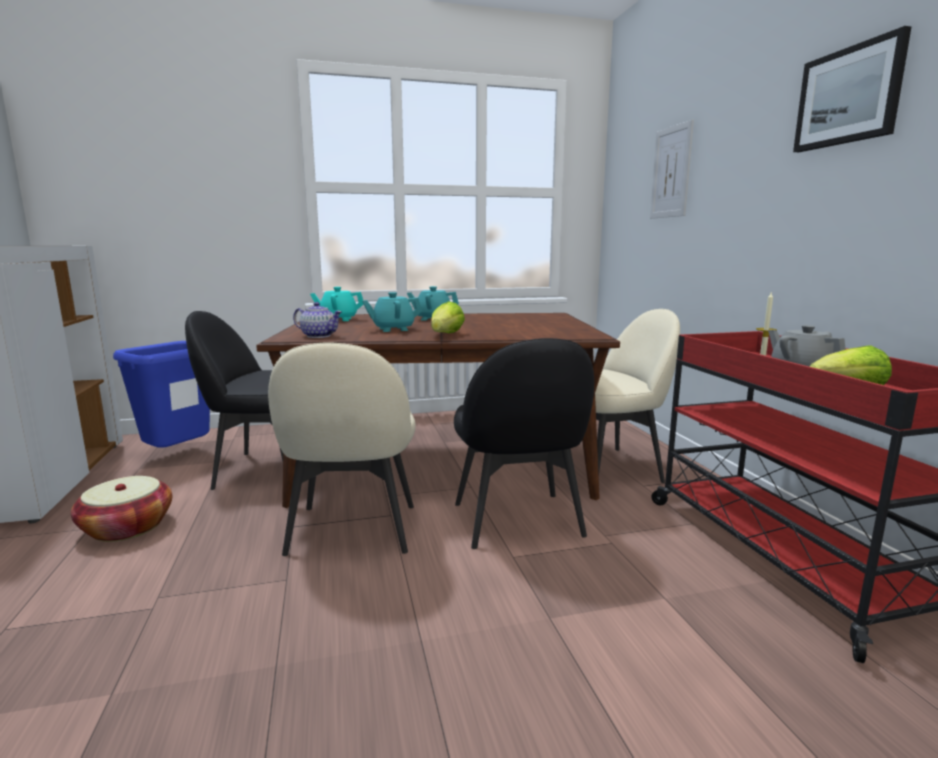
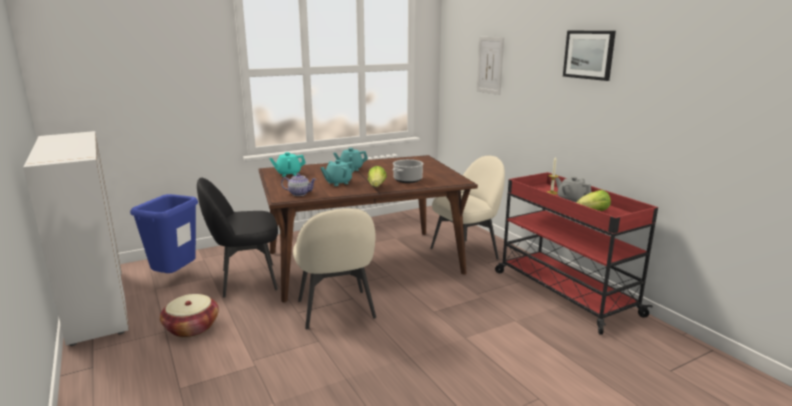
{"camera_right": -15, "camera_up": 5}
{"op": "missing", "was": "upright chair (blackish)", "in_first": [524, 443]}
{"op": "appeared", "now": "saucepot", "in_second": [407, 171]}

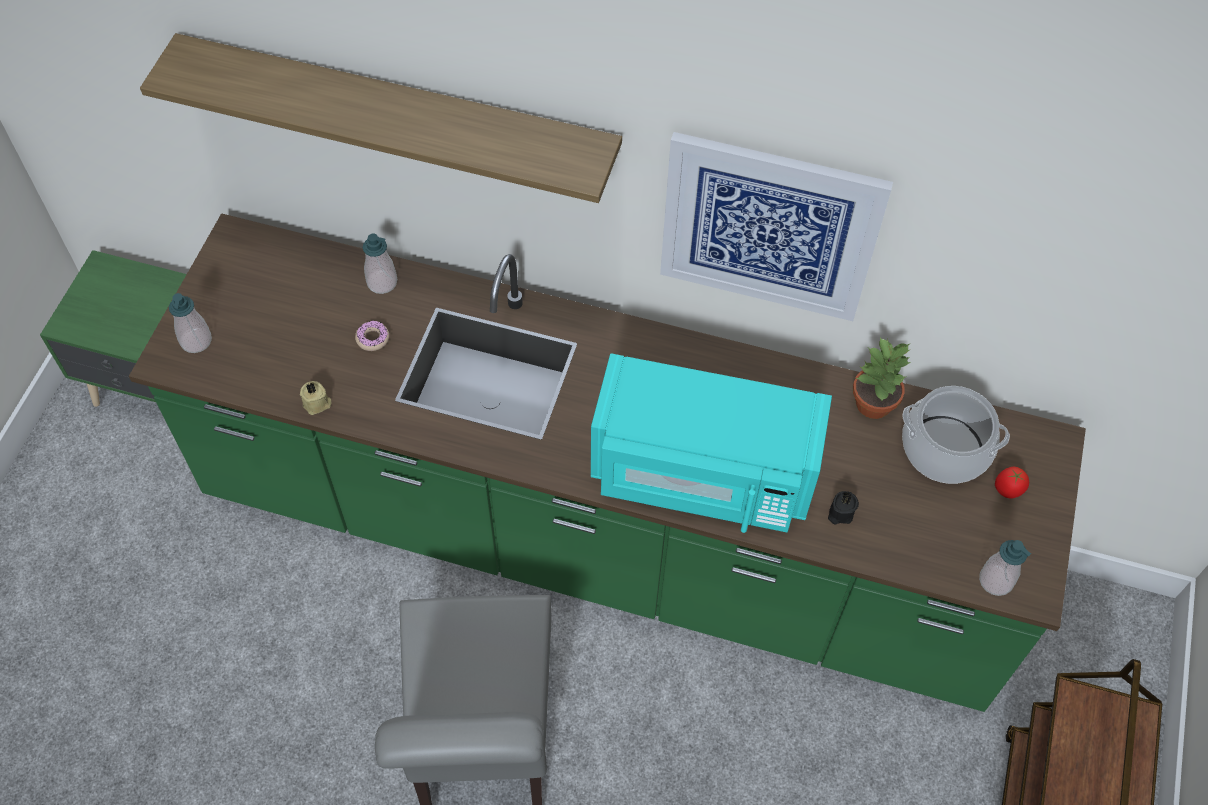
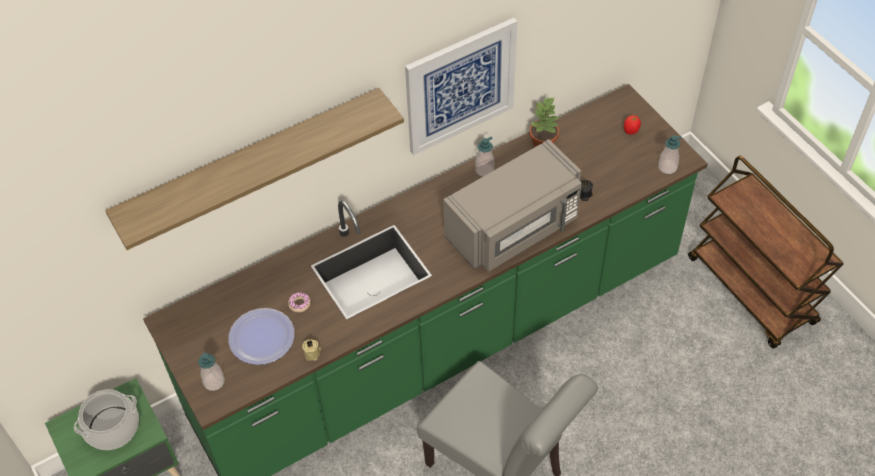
{"camera_right": -45, "camera_up": -5}
{"op": "appeared", "now": "plate", "in_second": [261, 336]}
{"op": "relocated", "was": "liquid soap bottle", "in_first": [380, 264], "in_second": [485, 157]}
{"op": "relocated", "was": "saucepot", "in_first": [956, 435], "in_second": [106, 419]}
{"op": "colour", "was": "microwave oven (turquoise-coloured)", "now": "microwave oven (grey)", "in_first": [711, 443], "in_second": [512, 205]}

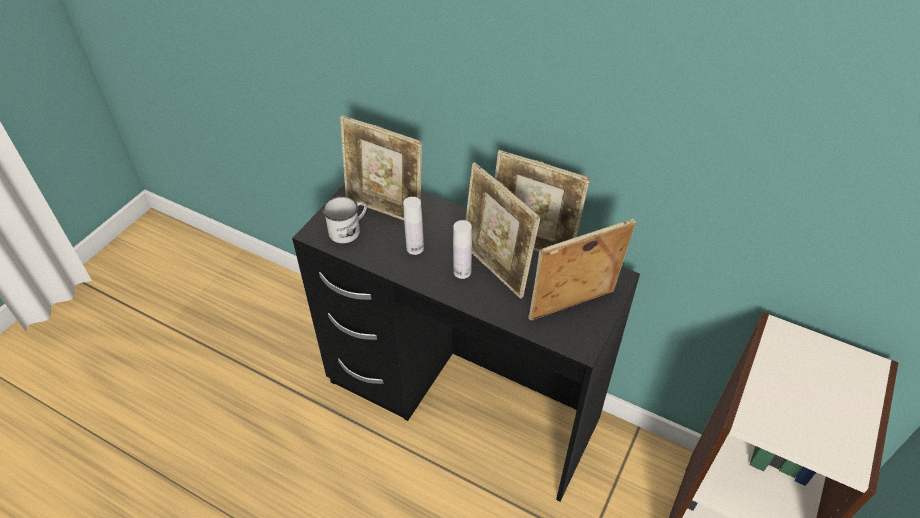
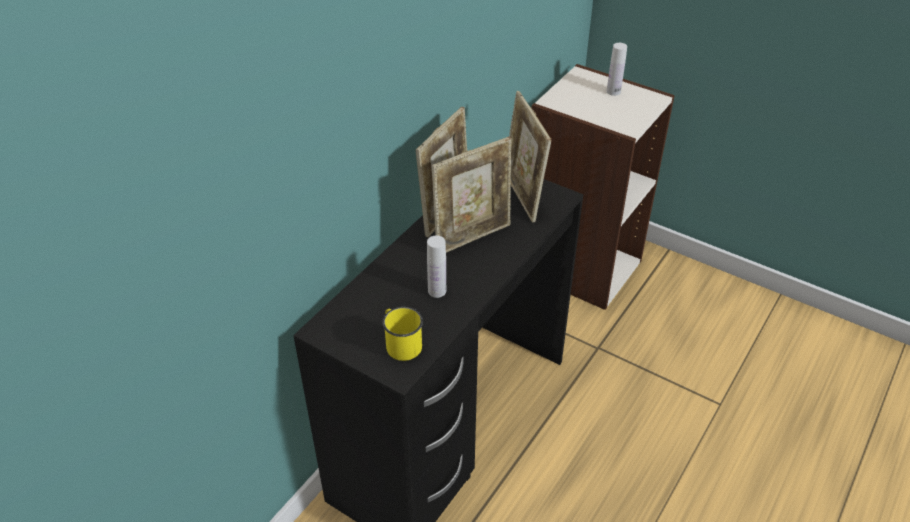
{"camera_right": -85, "camera_up": -5}
{"op": "missing", "was": "photo frame", "in_first": [381, 168]}
{"op": "relocated", "was": "beverage bottle (whitish)", "in_first": [462, 249], "in_second": [617, 69]}
{"op": "colour", "was": "mug (whitish)", "now": "mug (yellow)", "in_first": [345, 219], "in_second": [403, 334]}

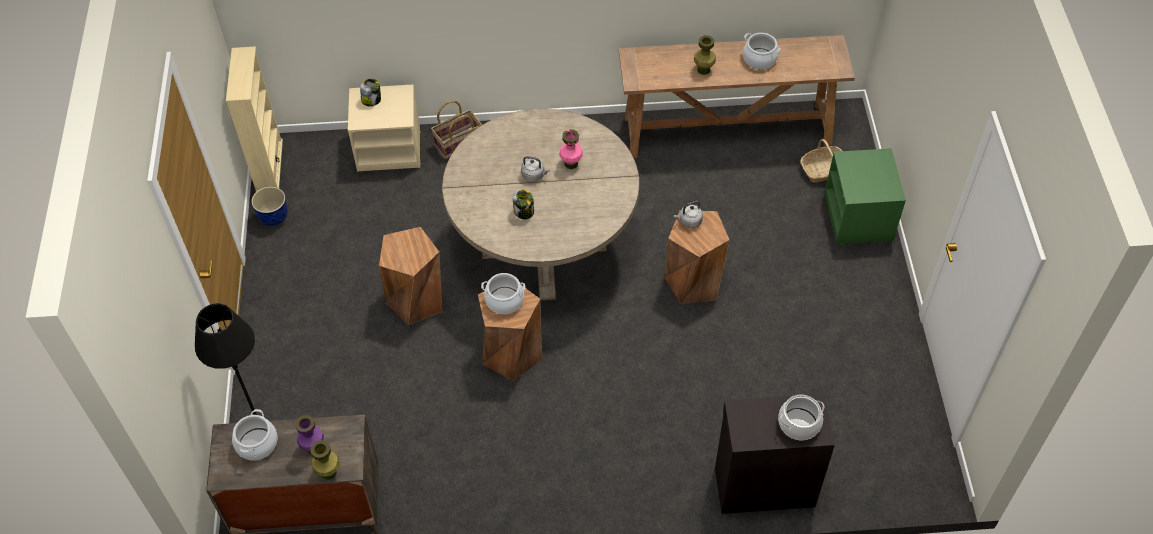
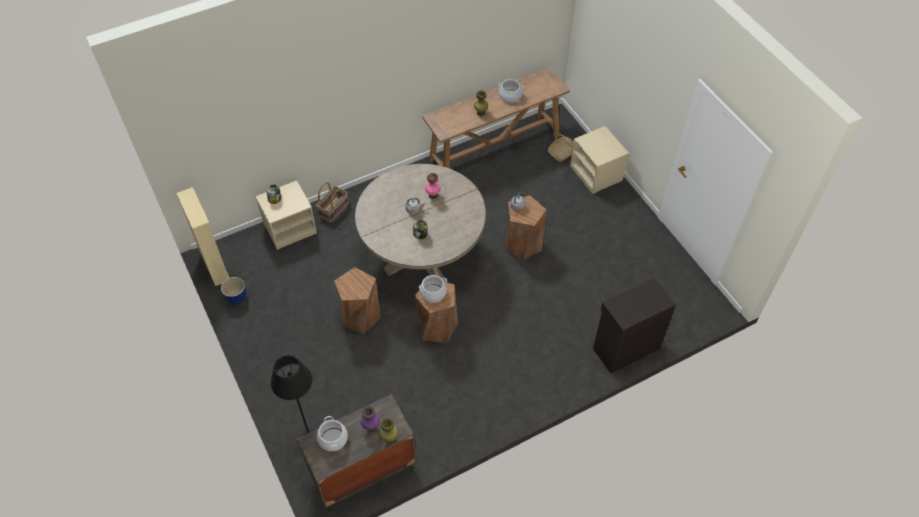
{"camera_right": -25, "camera_up": 0}
{"op": "missing", "was": "saucepot", "in_first": [801, 417]}
{"op": "colour", "was": "night table (greenish)", "now": "night table (sand-coloured)", "in_first": [865, 196], "in_second": [599, 160]}

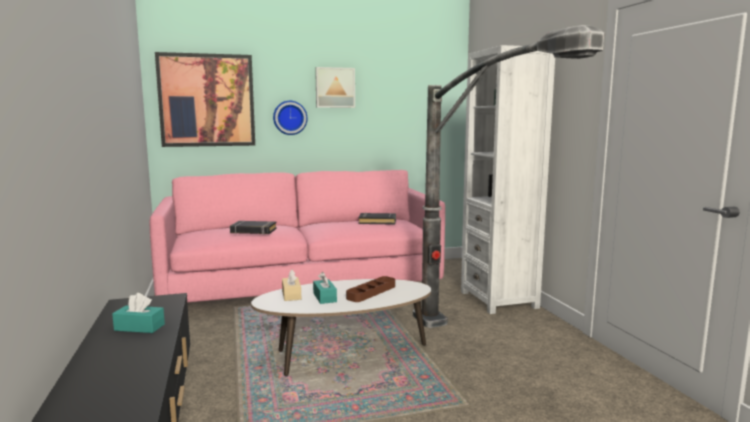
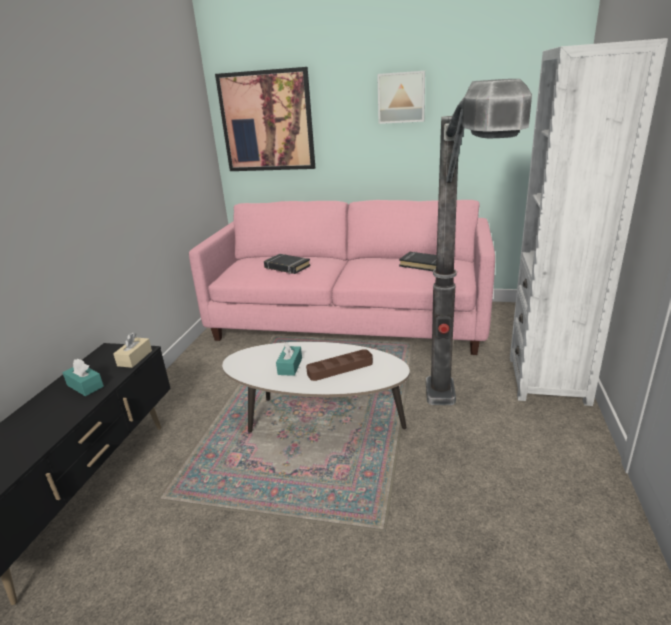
{"camera_right": 30, "camera_up": 15}
{"op": "missing", "was": "clock on the wall", "in_first": [290, 118]}
{"op": "relocated", "was": "tissue box (sand-coloured)", "in_first": [291, 285], "in_second": [132, 350]}

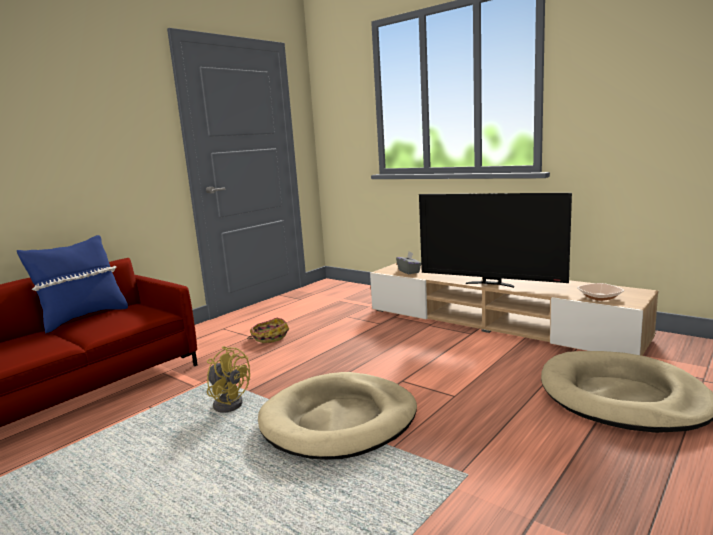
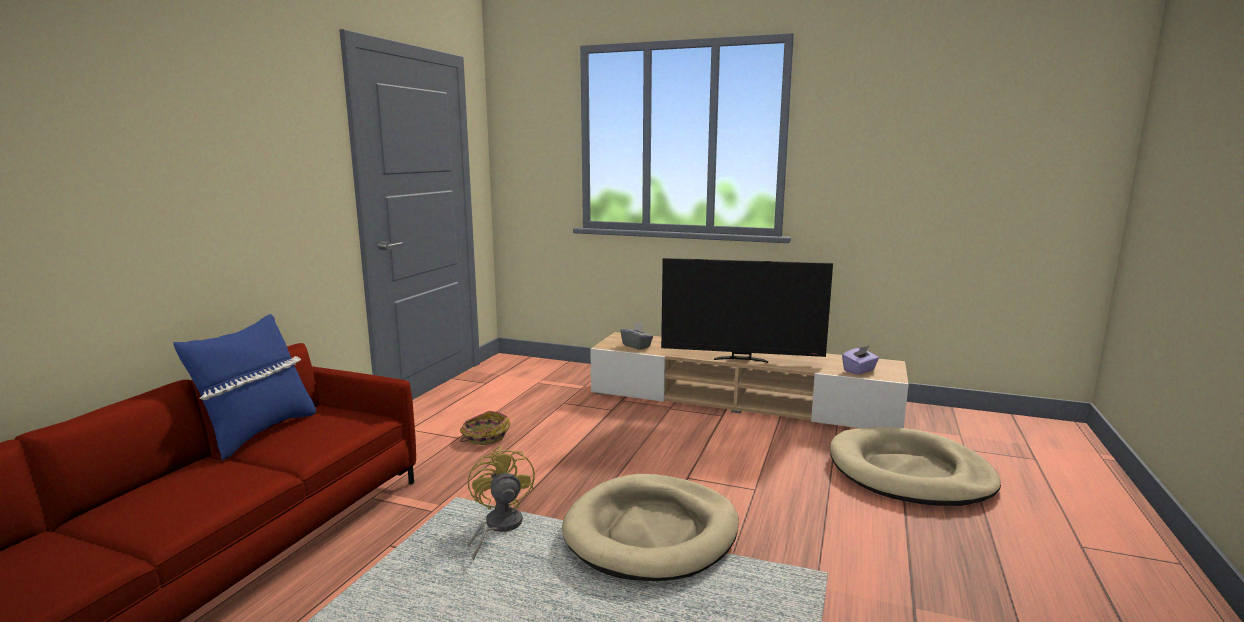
{"camera_right": -20, "camera_up": 0}
{"op": "exchanged", "was": "serving bowl", "now": "tissue box (purple)", "in_first": [601, 292], "in_second": [860, 360]}
{"op": "spun", "was": "electric fan (yellow)", "in_first": [228, 379], "in_second": [501, 503], "clockwise": -120}

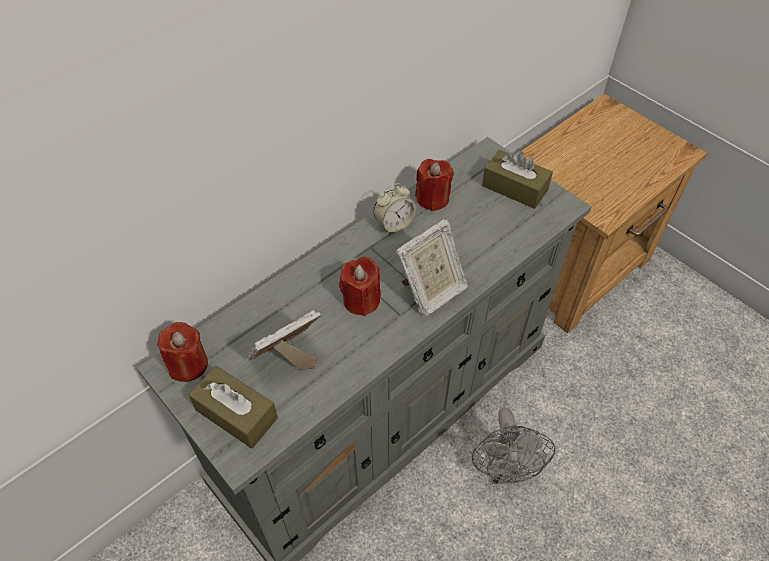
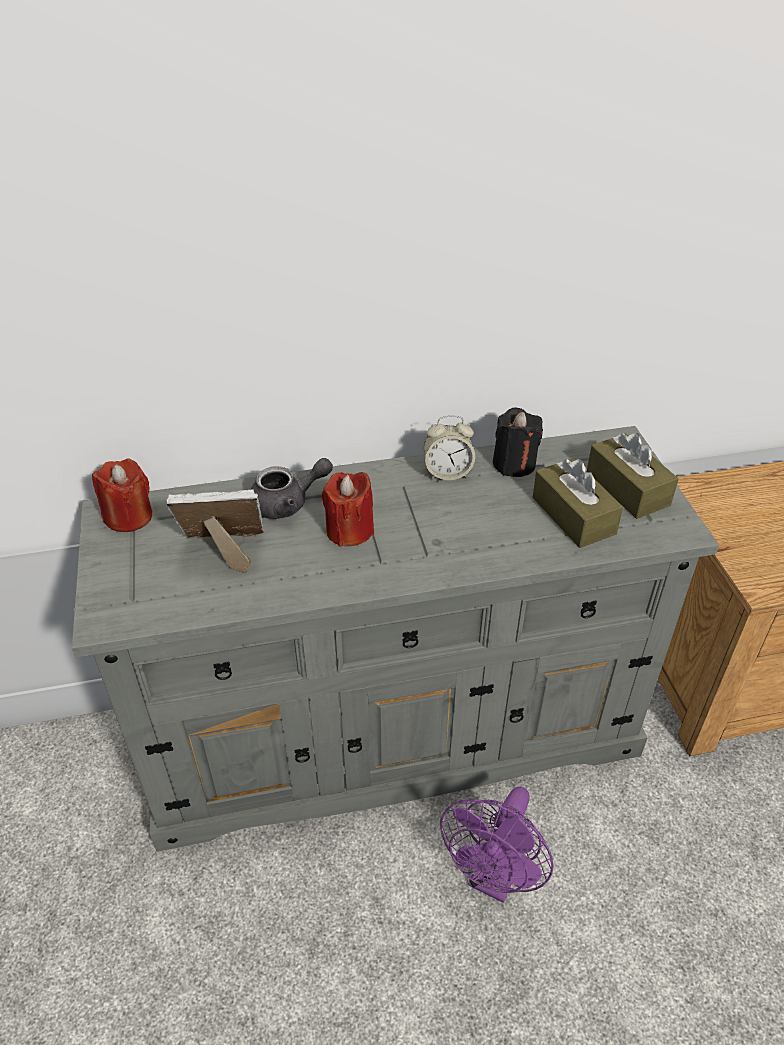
{"camera_right": 30, "camera_up": -10}
{"op": "missing", "was": "photo frame", "in_first": [432, 267]}
{"op": "appeared", "now": "teapot (grey)", "in_second": [292, 488]}
{"op": "relocated", "was": "tissue box (brownish)", "in_first": [233, 407], "in_second": [577, 503]}
{"op": "colour", "was": "wax light (red-coloured)", "now": "wax light (blackish)", "in_first": [434, 185], "in_second": [518, 442]}
{"op": "colour", "was": "electric fan (grey)", "now": "electric fan (purple)", "in_first": [514, 446], "in_second": [497, 845]}

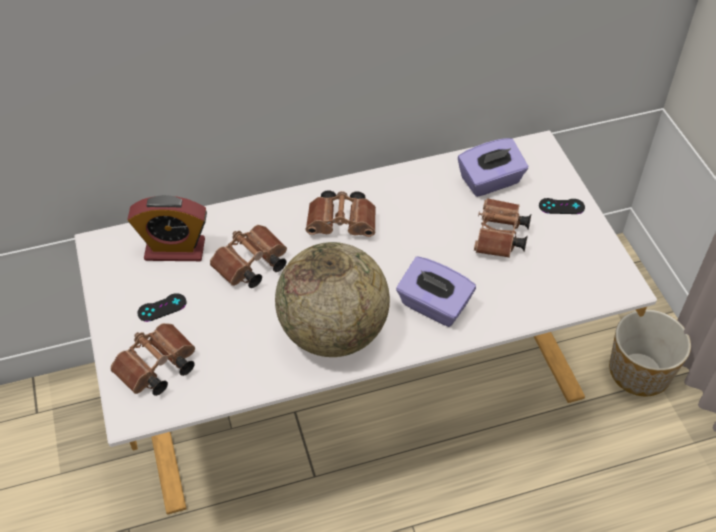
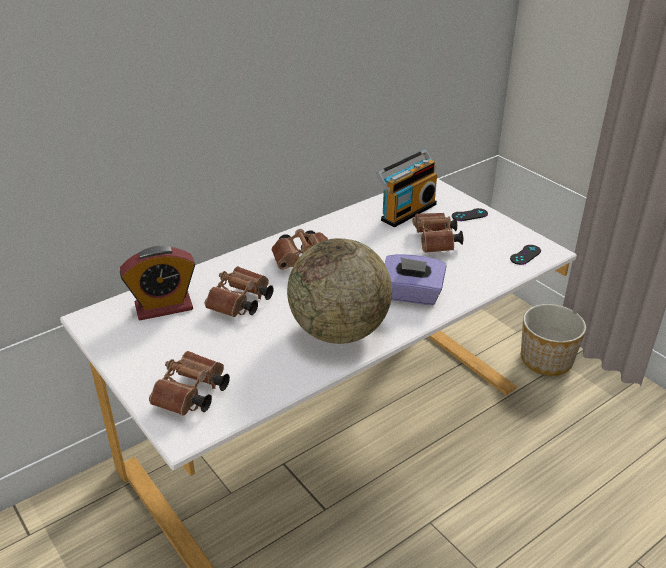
{"camera_right": -20, "camera_up": -15}
{"op": "relocated", "was": "game controller (blackish)", "in_first": [161, 307], "in_second": [525, 255]}
{"op": "exchanged", "was": "tissue box (purple)", "now": "radio set", "in_first": [493, 167], "in_second": [406, 188]}

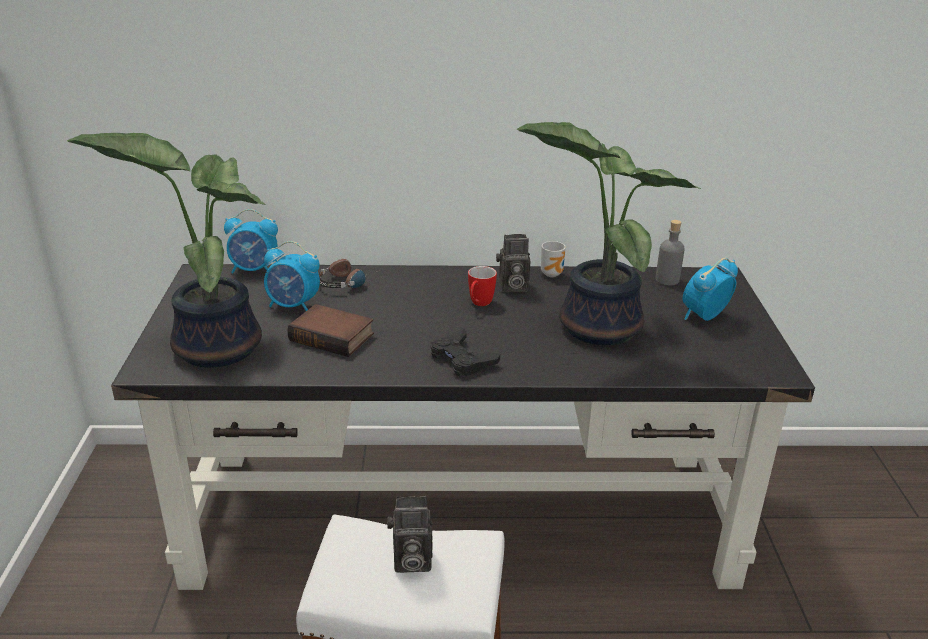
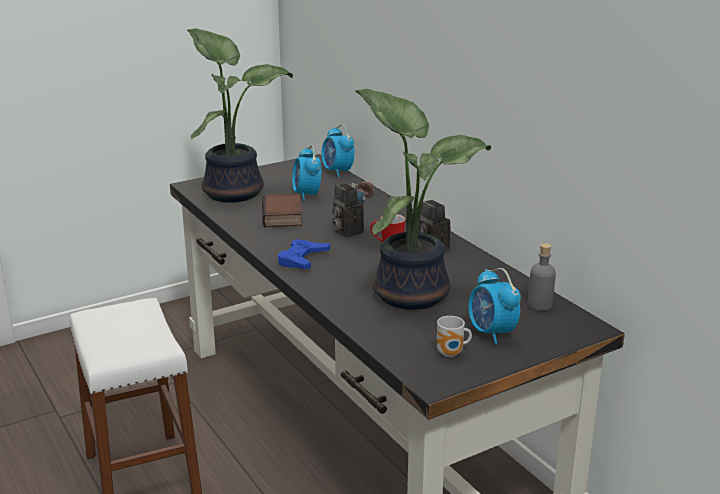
{"camera_right": 60, "camera_up": -5}
{"op": "relocated", "was": "still camera", "in_first": [410, 534], "in_second": [348, 211]}
{"op": "relocated", "was": "mug", "in_first": [553, 259], "in_second": [454, 336]}
{"op": "colour", "was": "game controller (blackish)", "now": "game controller (bluish)", "in_first": [465, 352], "in_second": [304, 254]}
{"op": "spun", "was": "table clock", "in_first": [710, 289], "in_second": [494, 306], "clockwise": -135}

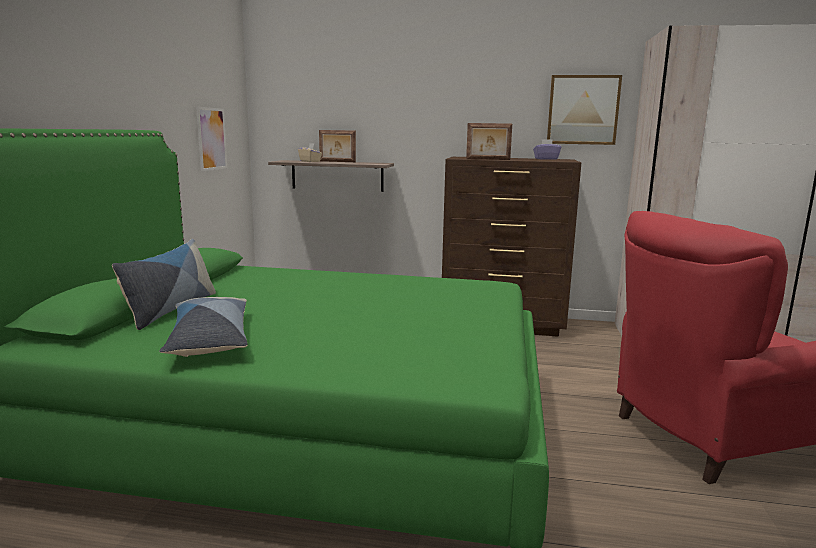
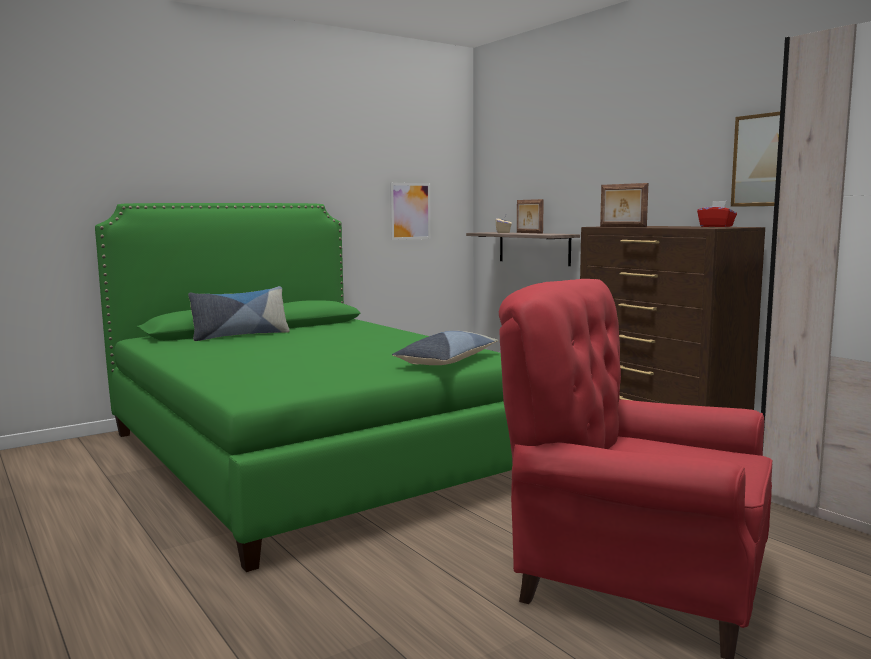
{"camera_right": 45, "camera_up": -5}
{"op": "relocated", "was": "pillow", "in_first": [203, 327], "in_second": [445, 348]}
{"op": "colour", "was": "tissue box (purple)", "now": "tissue box (red-coloured)", "in_first": [547, 149], "in_second": [717, 214]}

